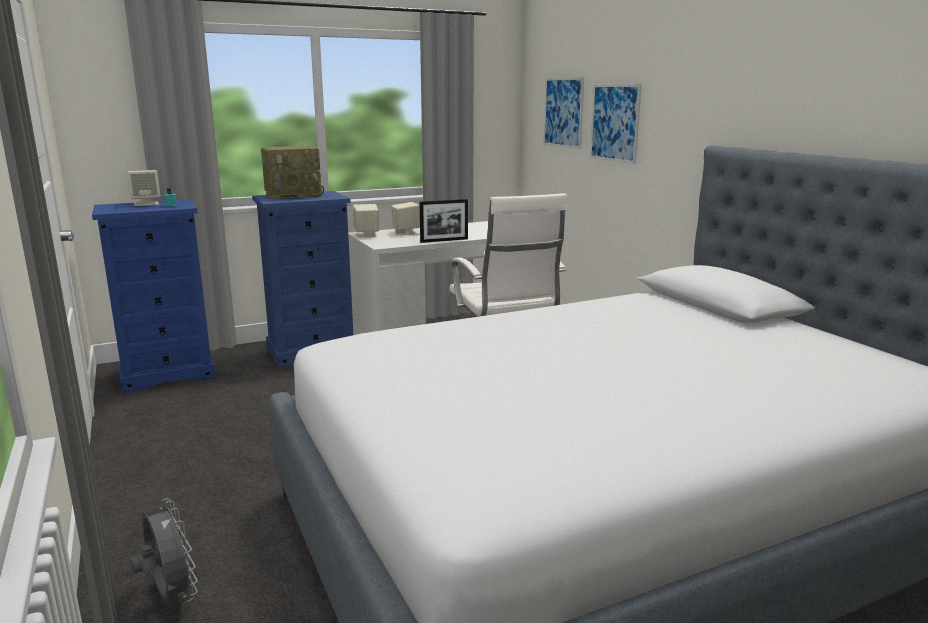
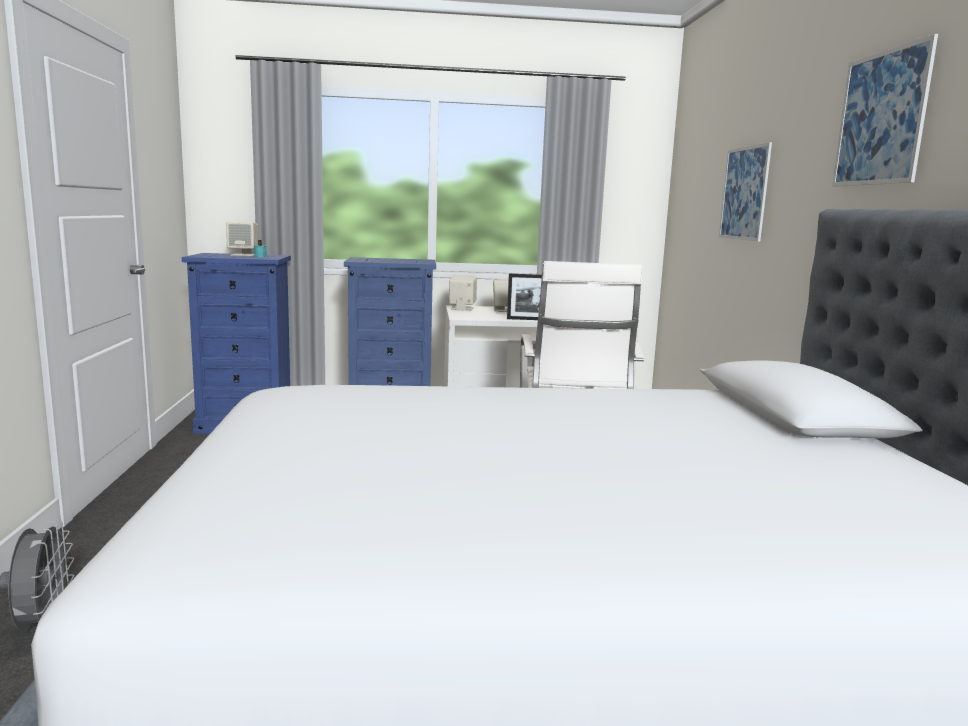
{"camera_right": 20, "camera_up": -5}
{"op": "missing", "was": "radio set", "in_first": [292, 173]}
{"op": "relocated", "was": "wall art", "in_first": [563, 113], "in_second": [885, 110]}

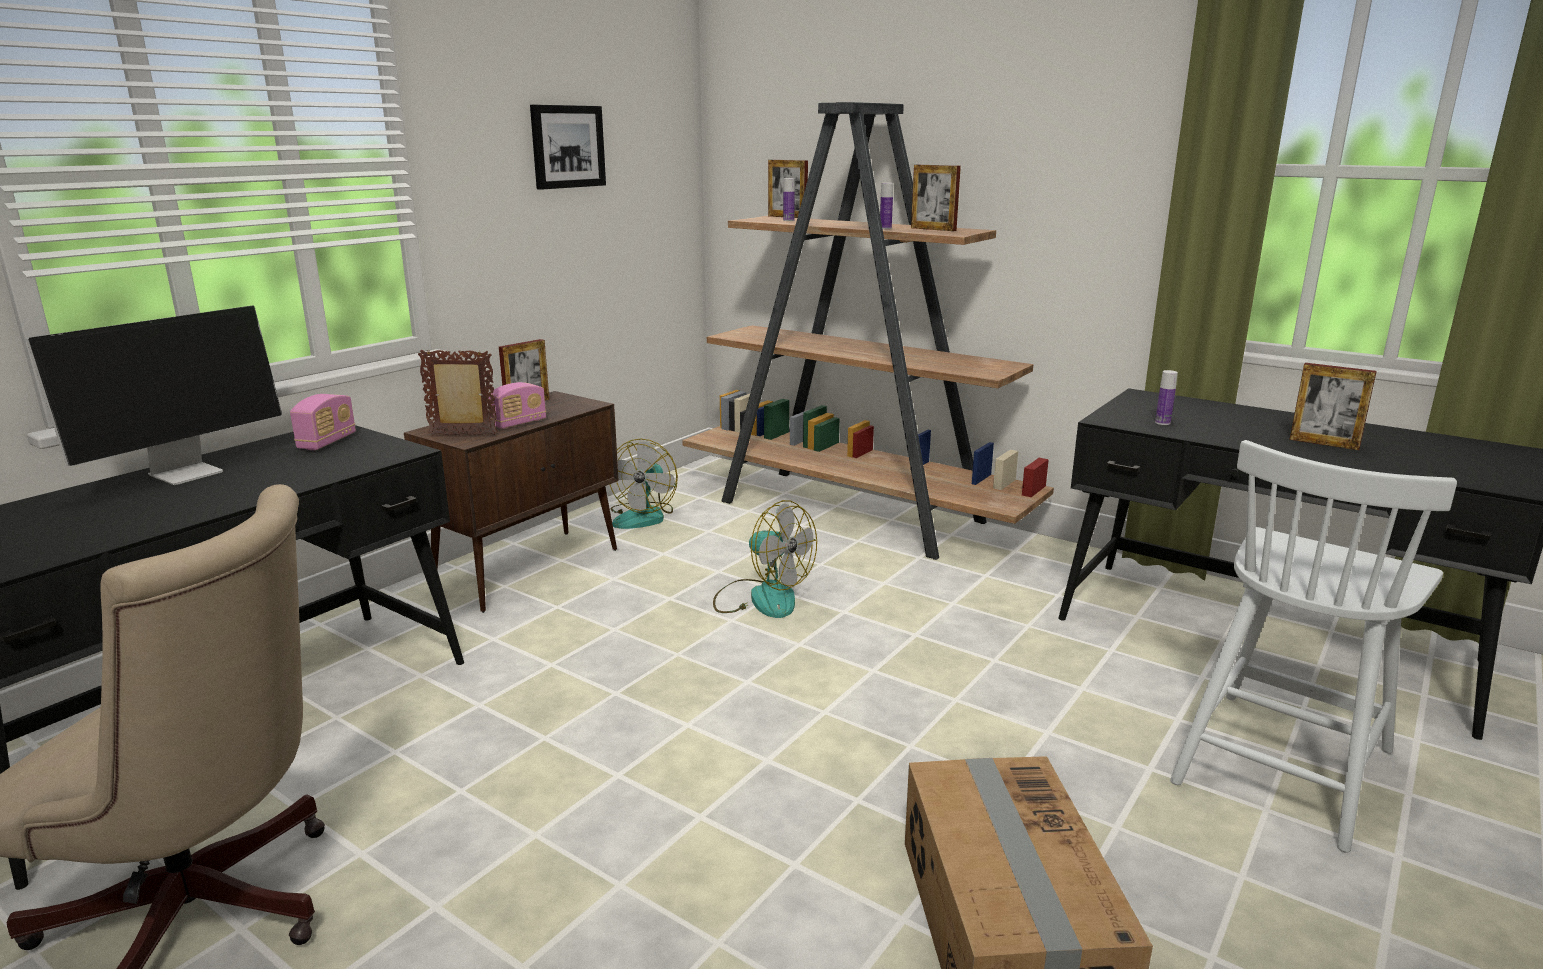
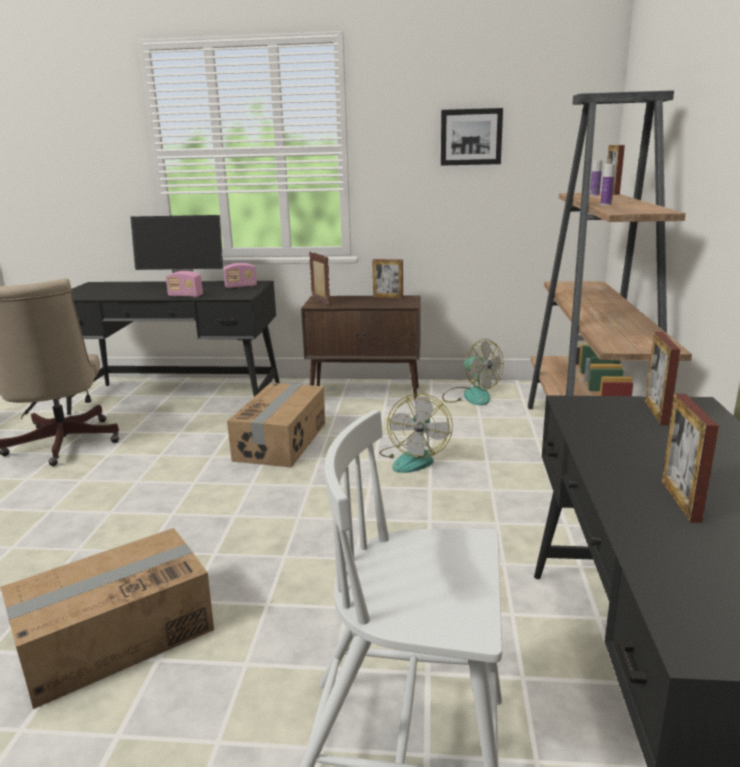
{"camera_right": 60, "camera_up": 0}
{"op": "missing", "was": "beverage bottle", "in_first": [1166, 397]}
{"op": "appeared", "now": "packing box", "in_second": [276, 425]}
{"op": "relocated", "was": "radio set", "in_first": [517, 405], "in_second": [184, 284]}
{"op": "relocated", "was": "photo frame", "in_first": [936, 198], "in_second": [662, 379]}
{"op": "spun", "was": "electric fan", "in_first": [644, 484], "in_second": [472, 372], "clockwise": -120}

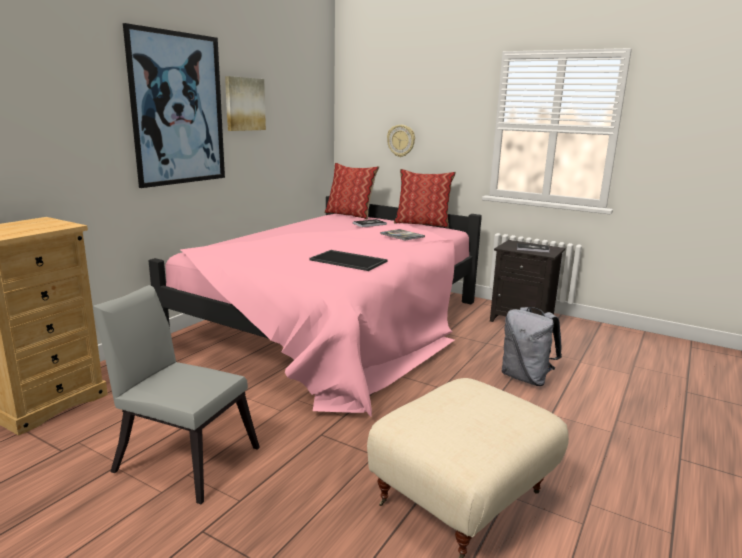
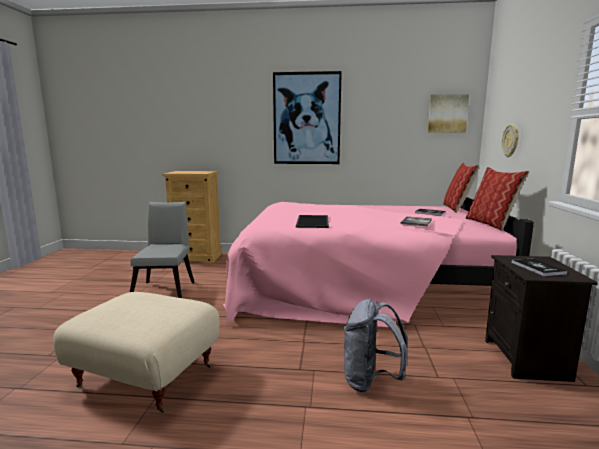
{"camera_right": 65, "camera_up": -5}
{"op": "relocated", "was": "wall art", "in_first": [245, 103], "in_second": [448, 113]}

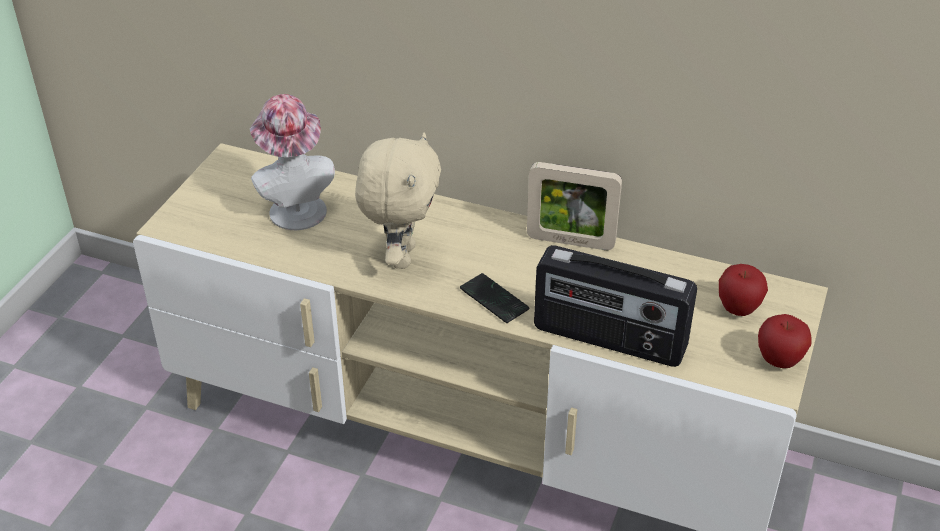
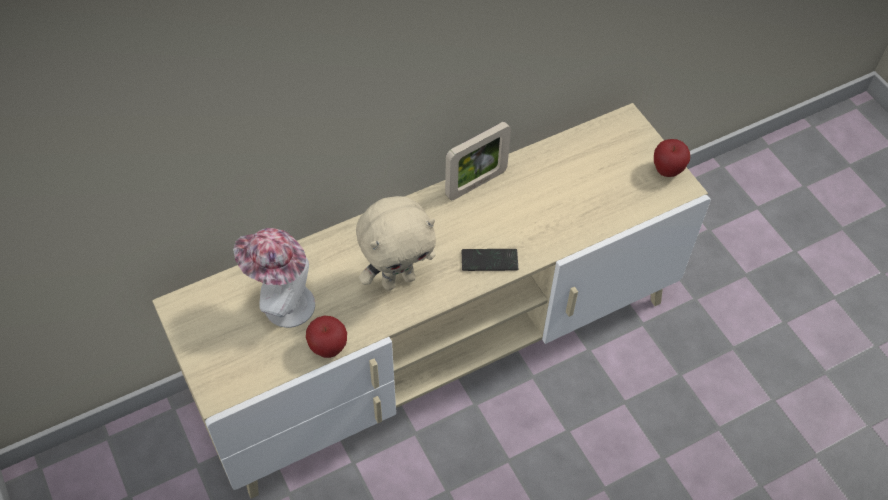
{"camera_right": -50, "camera_up": 15}
{"op": "missing", "was": "radio set", "in_first": [615, 306]}
{"op": "relocated", "was": "apple", "in_first": [743, 290], "in_second": [326, 337]}
{"op": "spun", "was": "plush toy (sand-coloured)", "in_first": [398, 200], "in_second": [396, 243], "clockwise": 105}

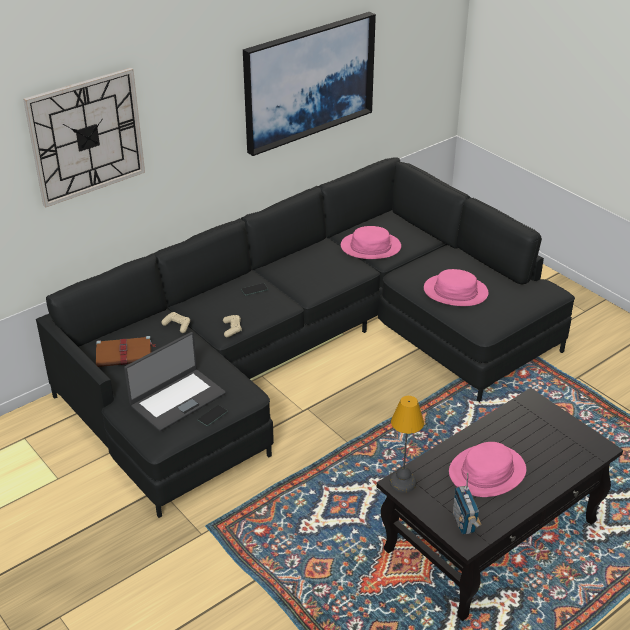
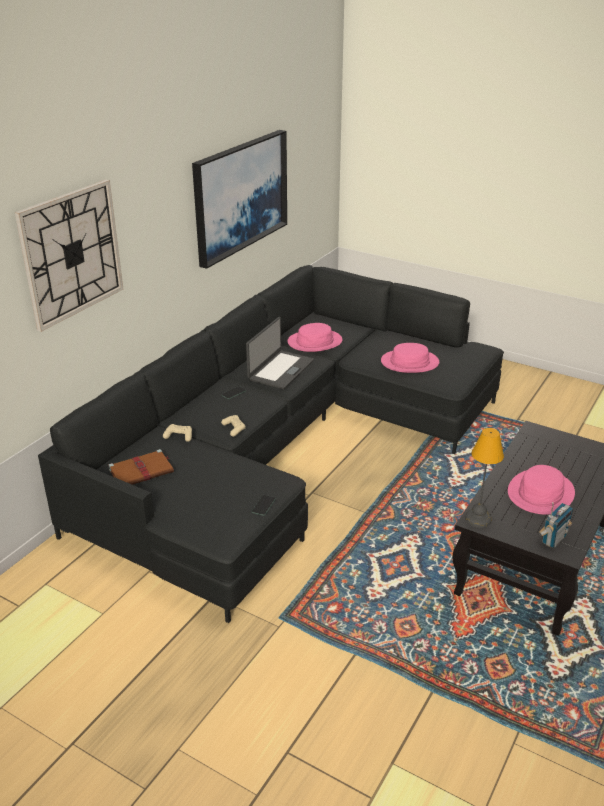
{"camera_right": -20, "camera_up": -5}
{"op": "relocated", "was": "laptop", "in_first": [175, 381], "in_second": [280, 353]}
{"op": "spun", "was": "radio set", "in_first": [467, 503], "in_second": [556, 525], "clockwise": -105}

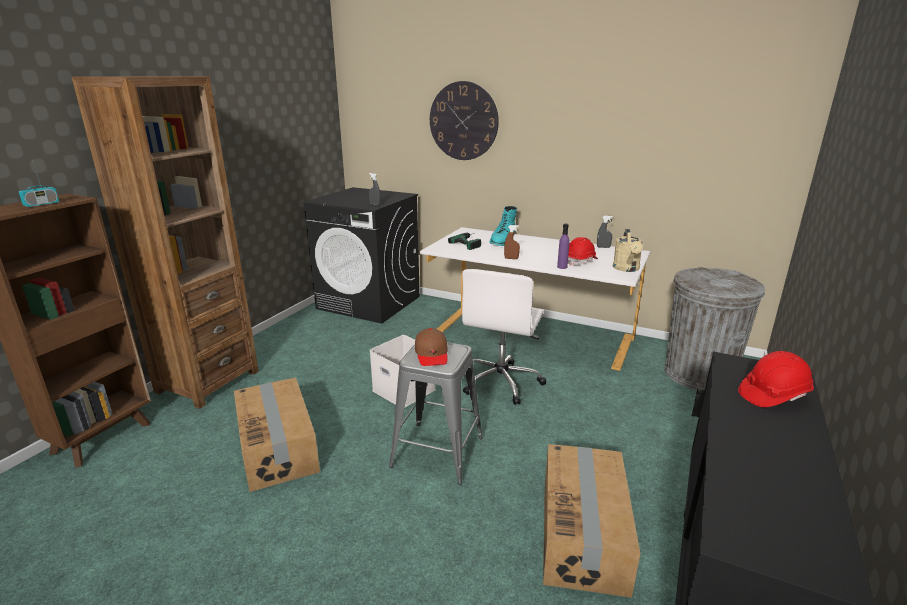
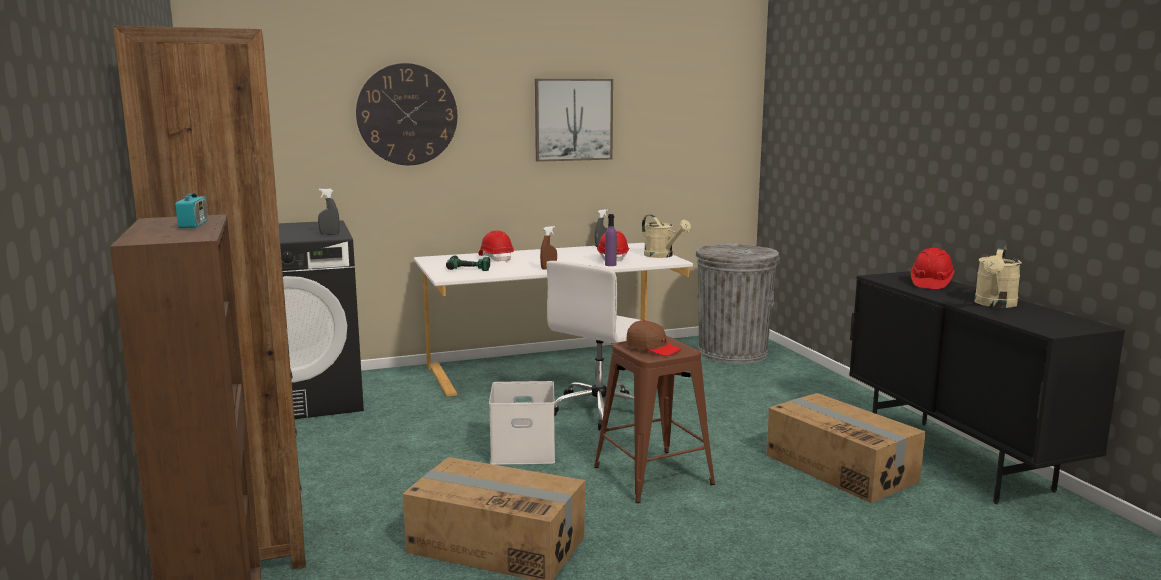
{"camera_right": -45, "camera_up": -10}
{"op": "appeared", "now": "wall art", "in_second": [574, 120]}
{"op": "appeared", "now": "watering pot (sand-coloured)", "in_second": [998, 276]}
{"op": "exchanged", "was": "tall boot (turquoise-coloured)", "now": "safety helmet (red-coloured)", "in_first": [503, 226], "in_second": [496, 246]}
{"op": "colour", "was": "stool seat (grey)", "now": "stool seat (brownish)", "in_first": [436, 413], "in_second": [654, 419]}
{"op": "spun", "was": "desk chair (whitish)", "in_first": [504, 337], "in_second": [593, 346], "clockwise": 60}

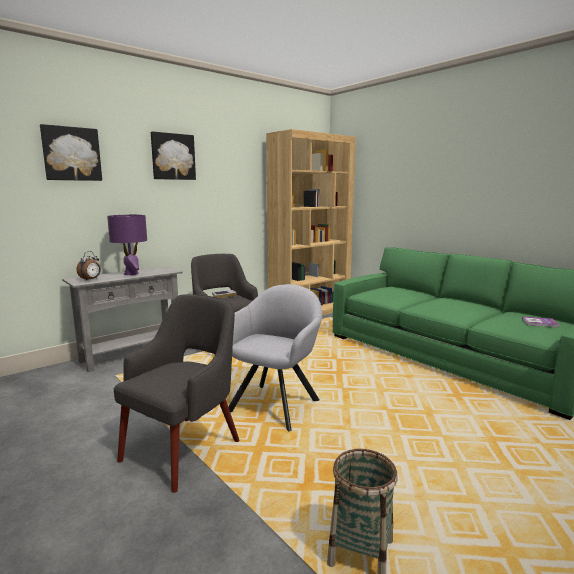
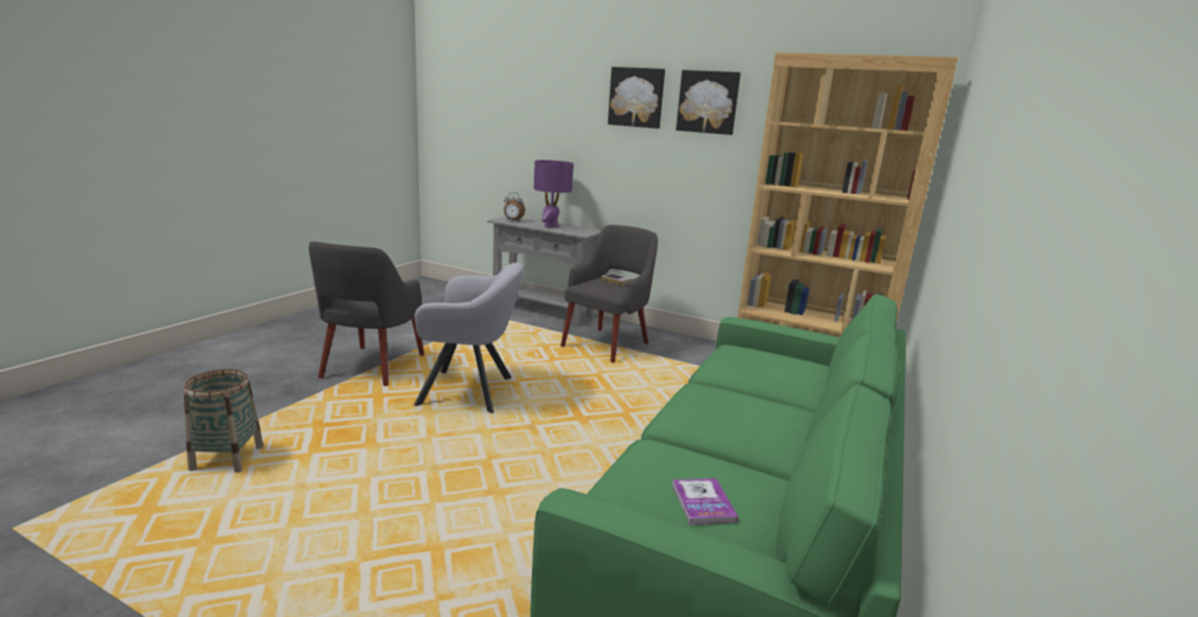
{"camera_right": 65, "camera_up": 5}
{"op": "relocated", "was": "wall art", "in_first": [71, 152], "in_second": [708, 102]}
{"op": "spun", "was": "easy chair (grey)", "in_first": [176, 393], "in_second": [366, 314], "clockwise": 90}

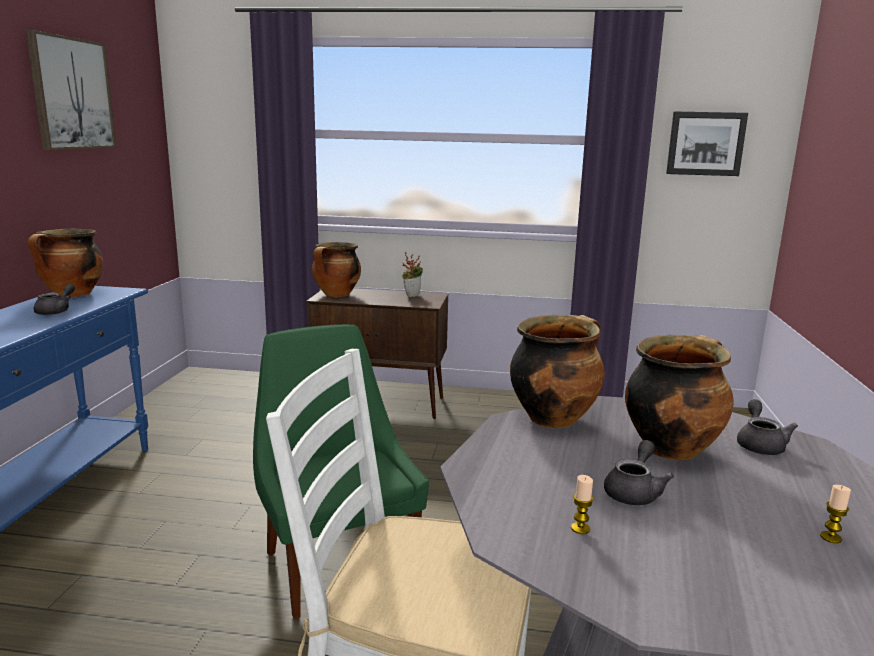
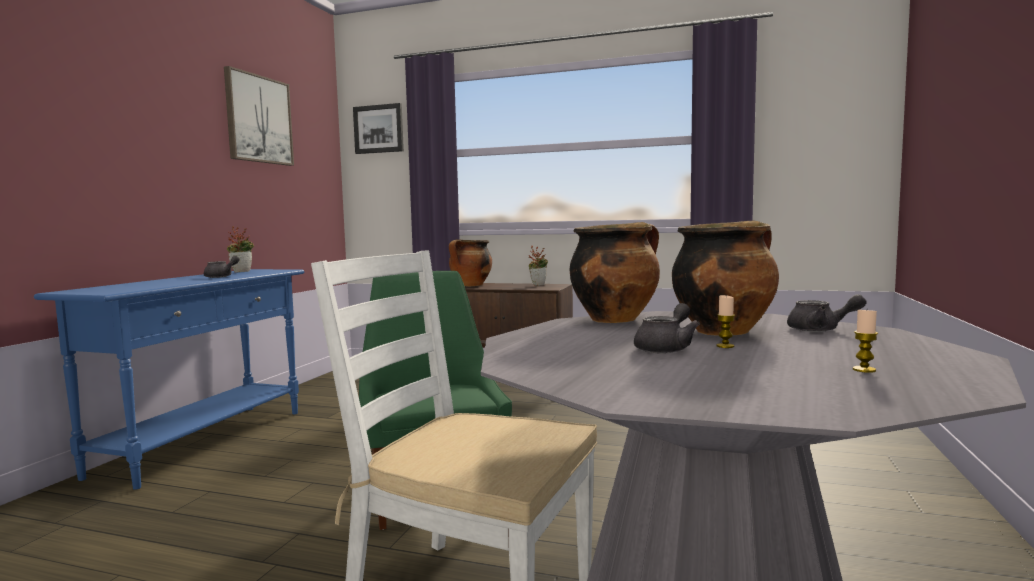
{"camera_right": 10, "camera_up": -10}
{"op": "relocated", "was": "wax light", "in_first": [582, 504], "in_second": [725, 321]}
{"op": "relocated", "was": "wall art", "in_first": [707, 144], "in_second": [378, 128]}
{"op": "exchanged", "was": "saucepot", "now": "potted plant", "in_first": [65, 263], "in_second": [240, 249]}
{"op": "spun", "was": "teapot (grey)", "in_first": [767, 427], "in_second": [826, 313], "clockwise": 90}

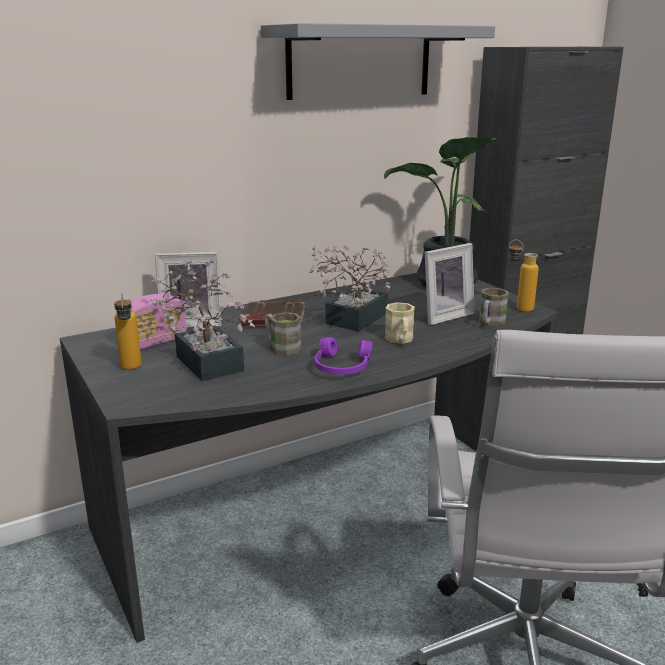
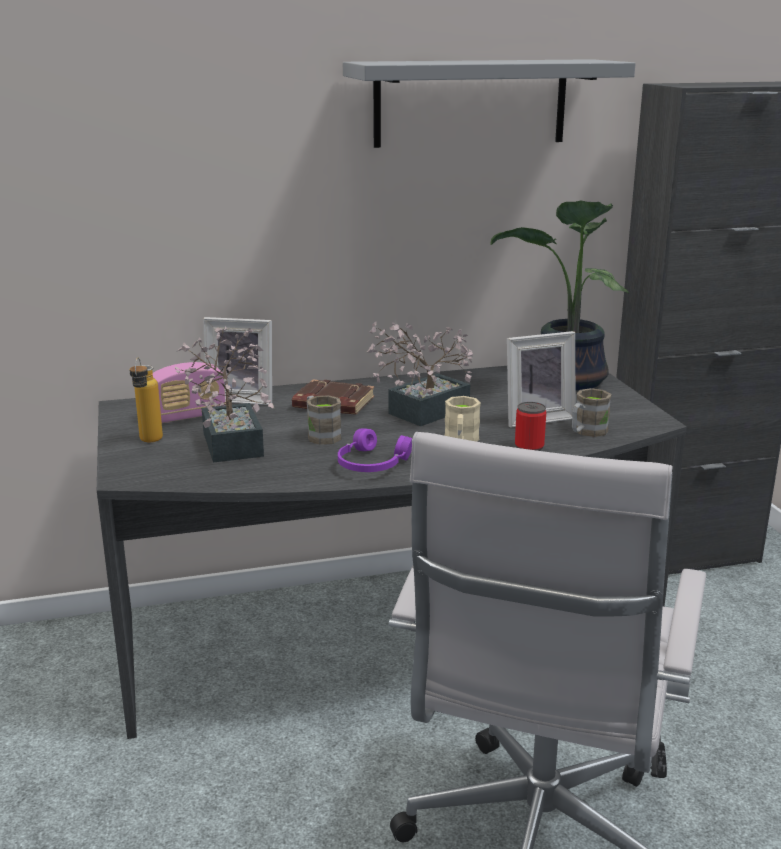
{"camera_right": 15, "camera_up": 0}
{"op": "missing", "was": "beverage bottle", "in_first": [524, 276]}
{"op": "appeared", "now": "metal can", "in_second": [530, 426]}

